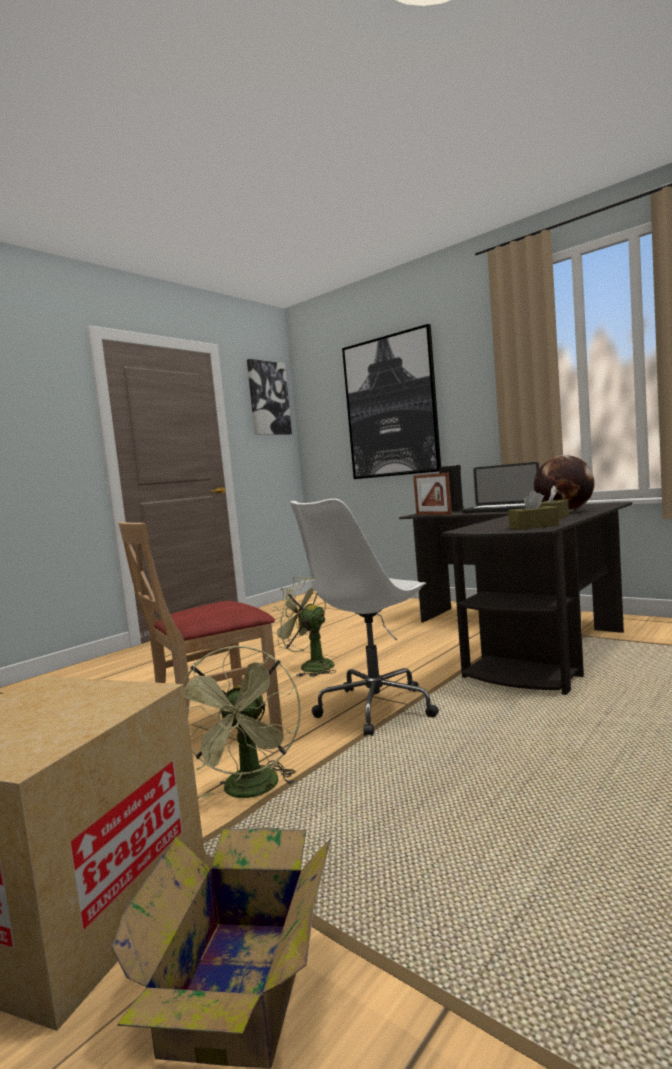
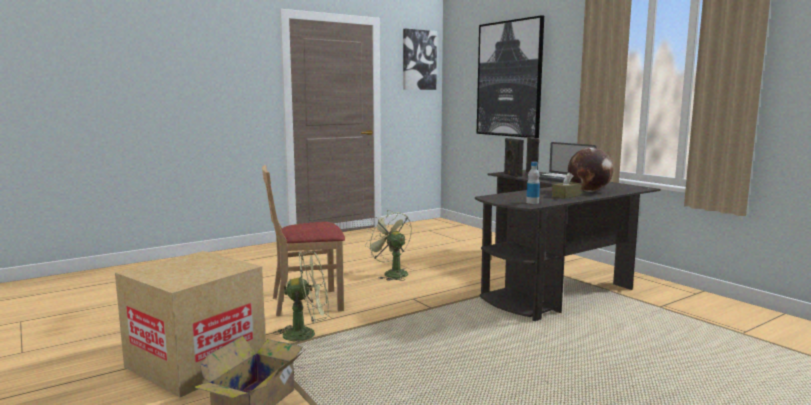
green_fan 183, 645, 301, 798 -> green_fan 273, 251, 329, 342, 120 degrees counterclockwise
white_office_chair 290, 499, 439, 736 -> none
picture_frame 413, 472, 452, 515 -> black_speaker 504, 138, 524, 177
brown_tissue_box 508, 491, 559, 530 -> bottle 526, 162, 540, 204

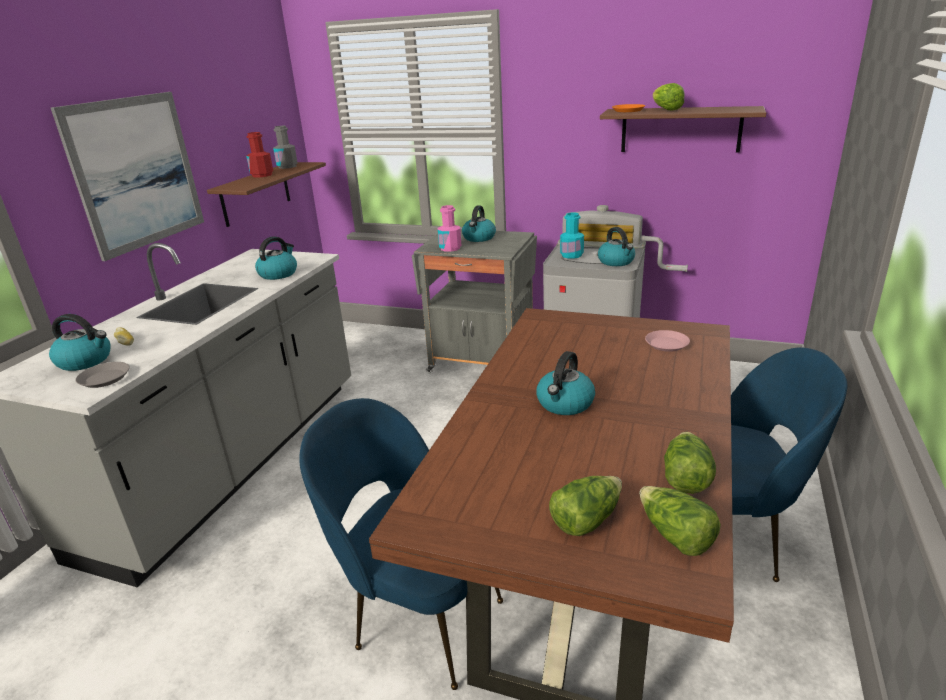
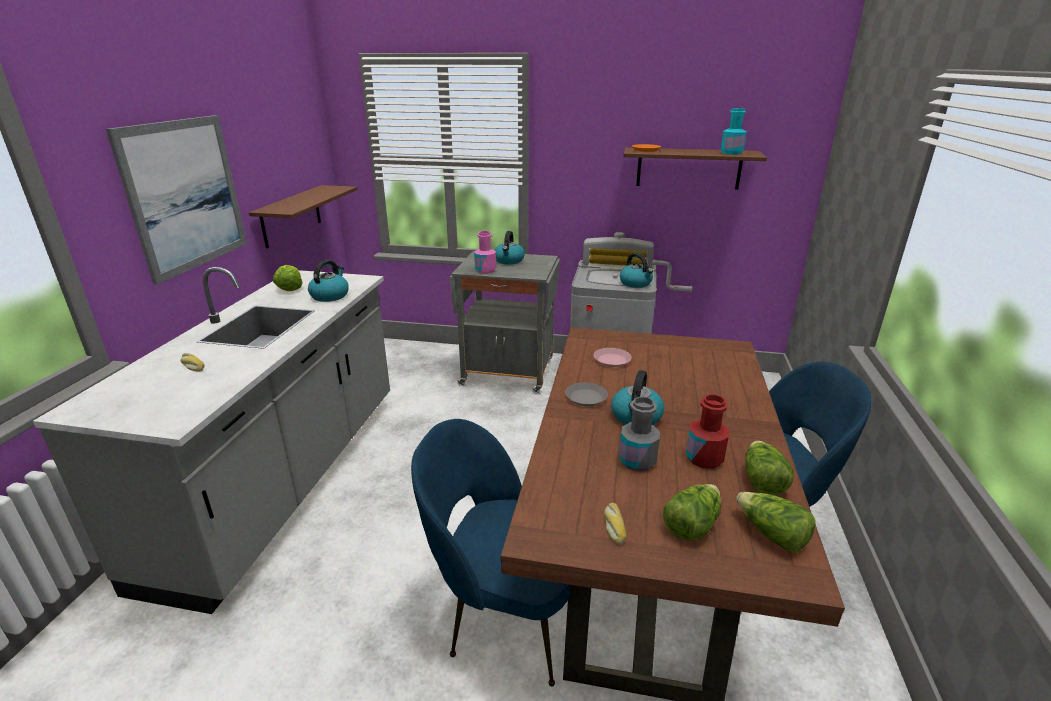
kettle 49, 314, 110, 371 -> none
grey_plate 76, 362, 130, 388 -> grey_plate 565, 382, 608, 406, relocated
red_bottle 246, 132, 273, 177 -> red_bottle 686, 394, 730, 469, relocated
grey_bottle 273, 126, 298, 169 -> grey_bottle 619, 396, 660, 471, relocated
turquoise_bottle 560, 212, 584, 259 -> turquoise_bottle 721, 108, 747, 154, relocated
pink_plate 645, 330, 690, 352 -> pink_plate 594, 348, 632, 367, relocated
lettuce 653, 83, 685, 111 -> lettuce 273, 265, 303, 291, relocated
none -> bread 604, 503, 627, 545

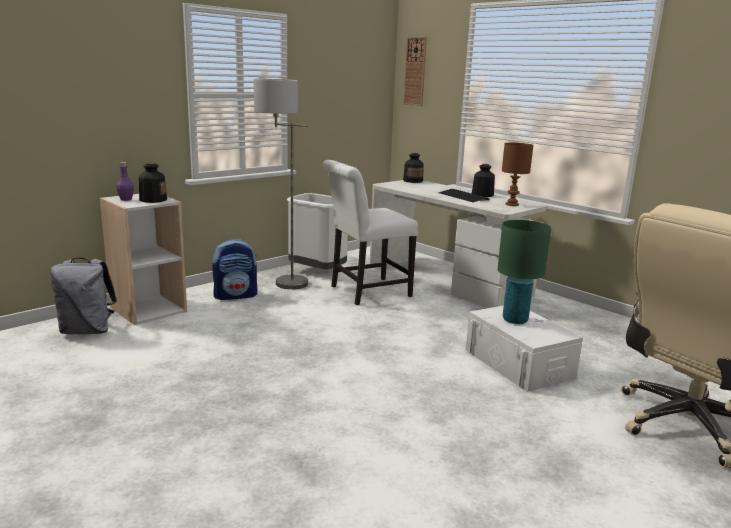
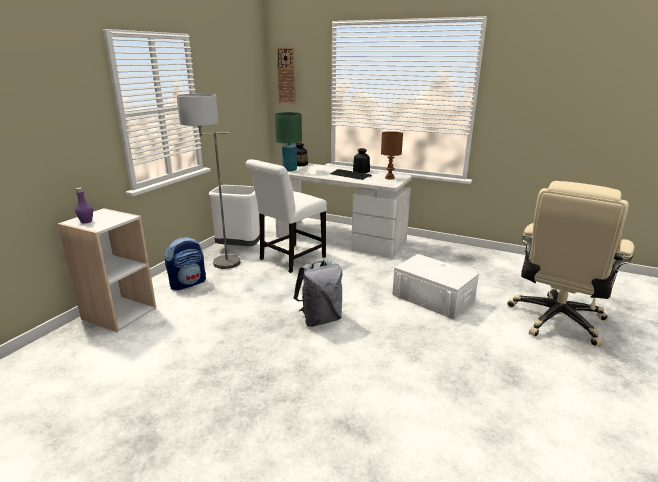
grey_backpack 50, 258, 117, 334 -> grey_backpack 294, 260, 342, 327, relocated
bottle 139, 162, 167, 203 -> none
green_table_lamp 498, 220, 552, 324 -> green_table_lamp 275, 112, 302, 171, relocated

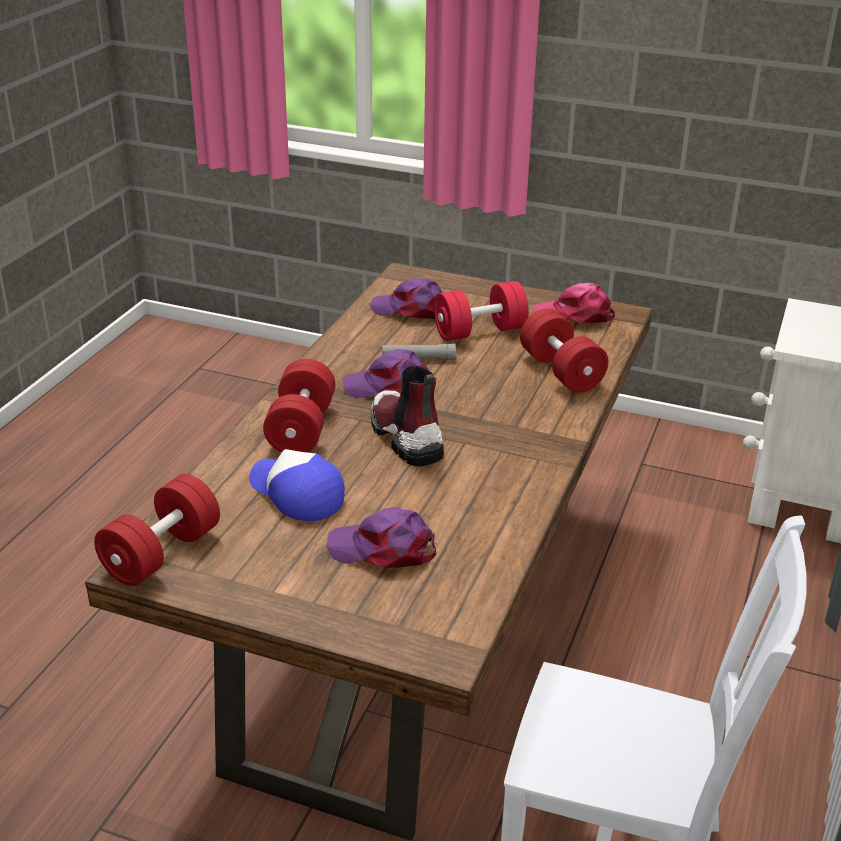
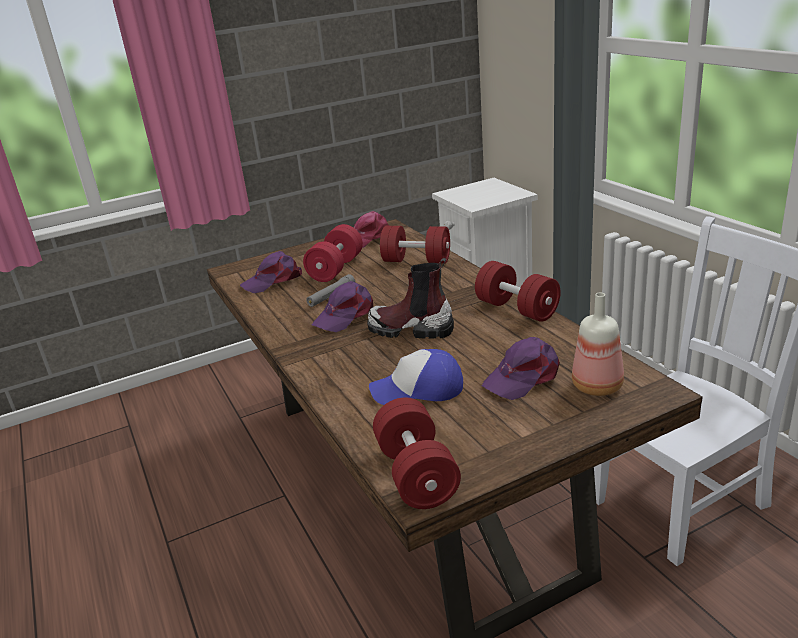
red_dumbbell 263, 359, 335, 452 -> red_dumbbell 475, 261, 560, 322, relocated
none -> bottle 572, 293, 624, 396

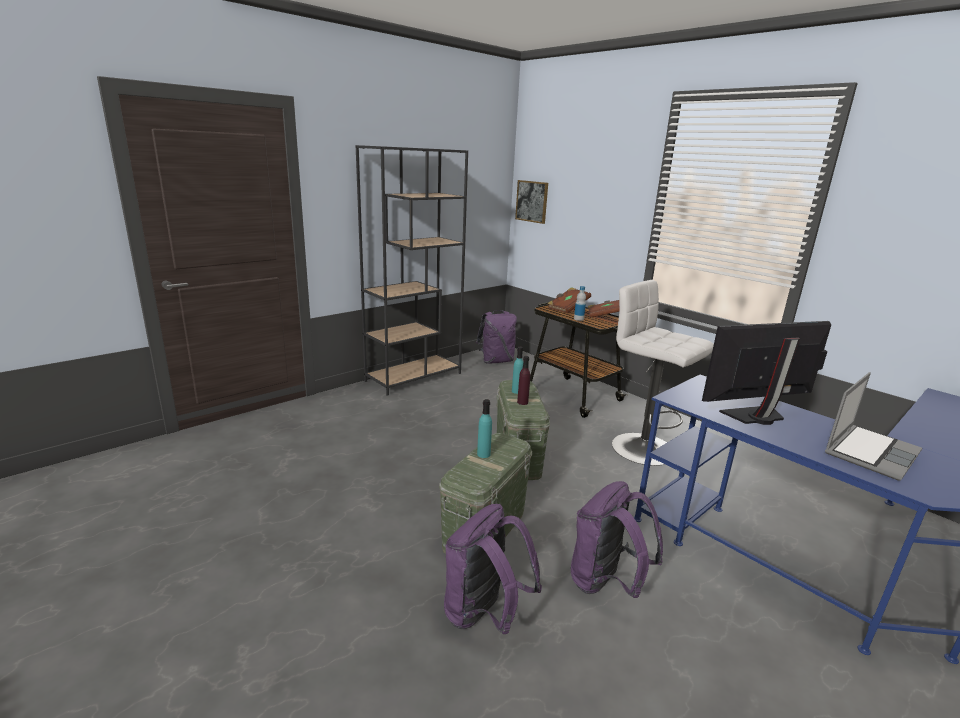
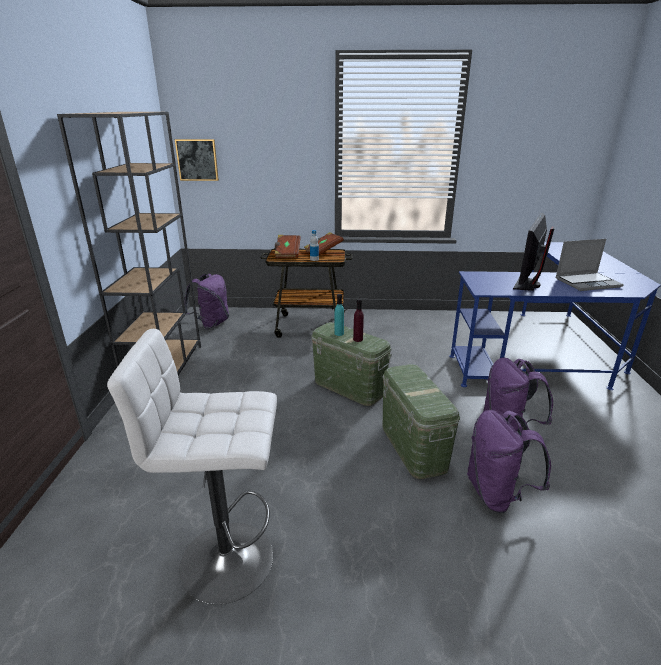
turquoise_bottle 477, 399, 492, 458 -> none
white_stool 612, 280, 714, 466 -> white_stool 107, 329, 277, 604, relocated
laptop 825, 372, 922, 481 -> laptop 555, 239, 624, 291, 75 degrees clockwise

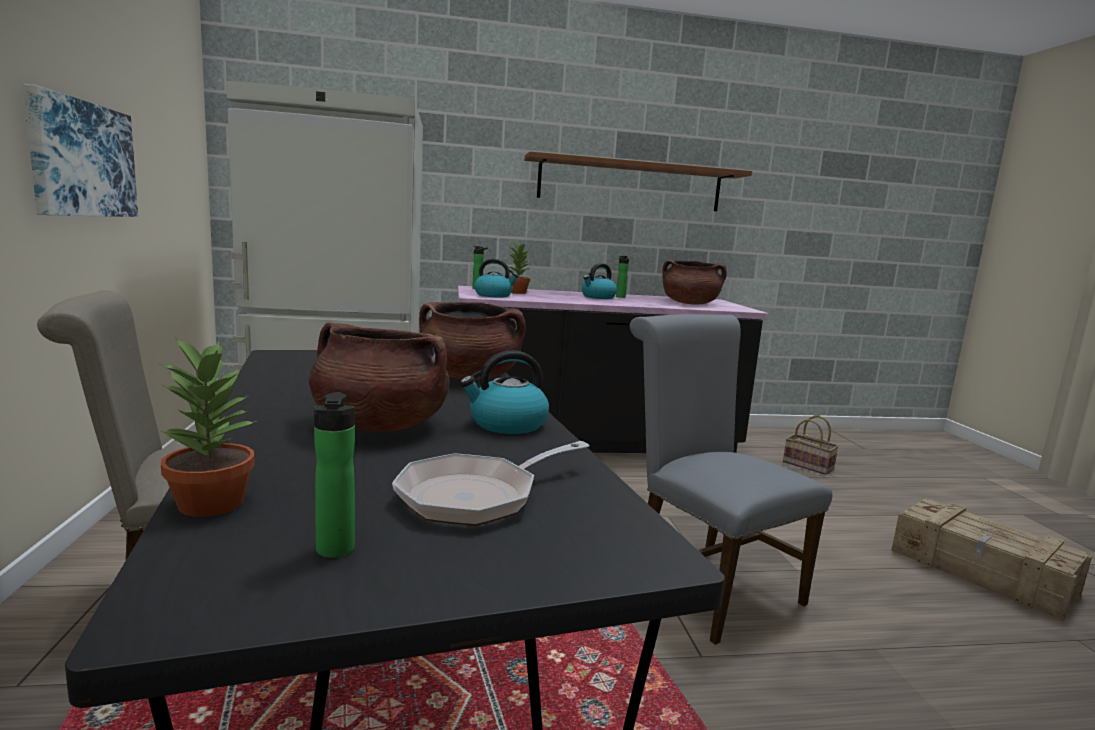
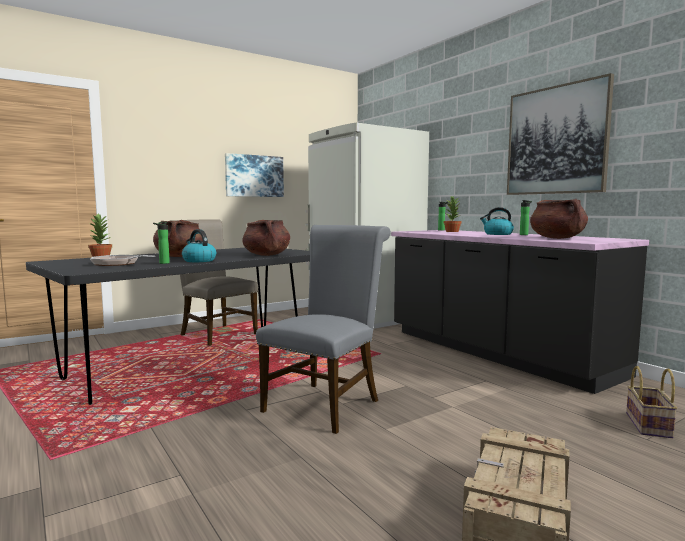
bottle 314, 392, 355, 558 -> bottle 153, 222, 170, 264, relocated
kettle 474, 259, 519, 298 -> none
brown_shelf 524, 151, 752, 211 -> picture 507, 73, 614, 195

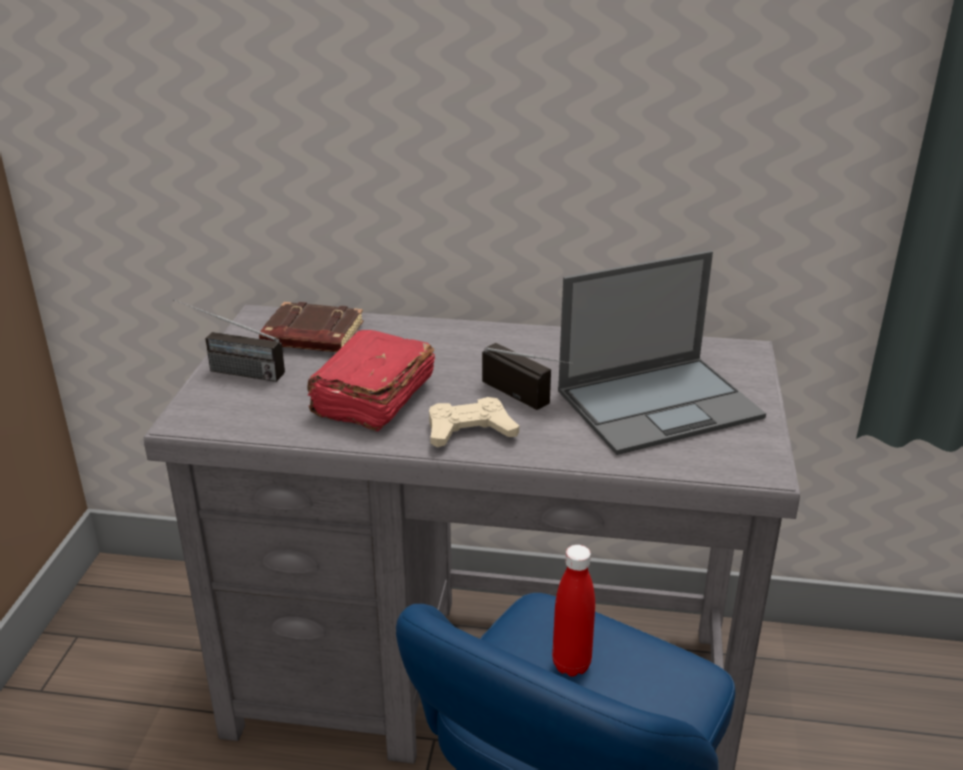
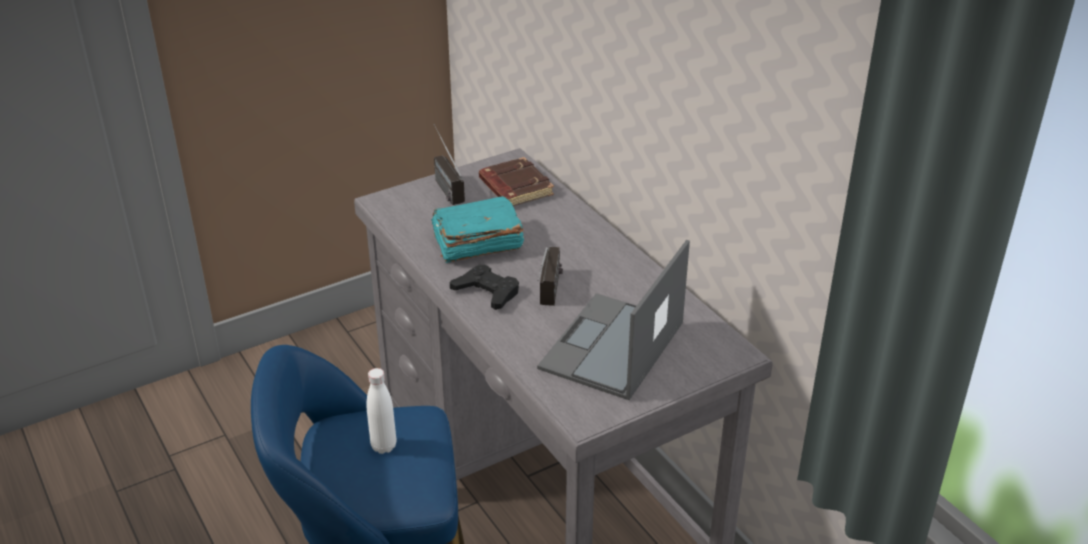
red_book 307, 330, 435, 431 -> turquoise_book 431, 196, 524, 263
beige_game_controller 429, 397, 519, 447 -> black_game_controller 450, 264, 519, 310
red_bottle 552, 545, 595, 677 -> white_bottle 367, 368, 396, 454
laptop 558, 250, 766, 455 -> laptop 537, 240, 690, 400, 90 degrees clockwise

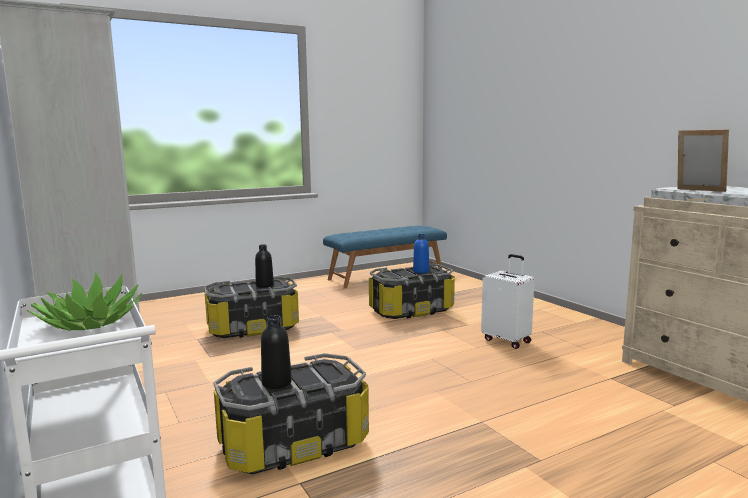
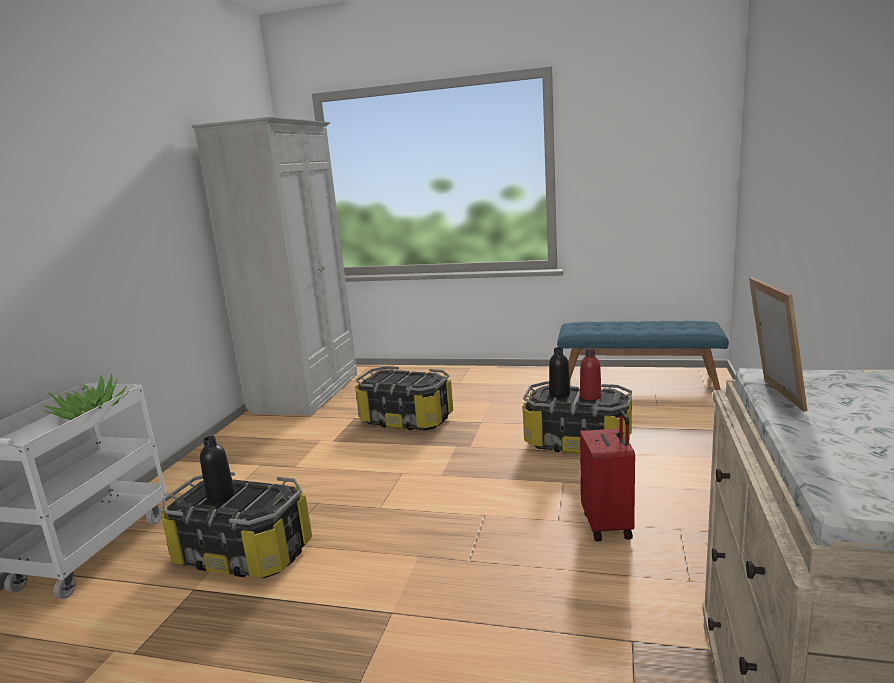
black_bottle 255, 245, 274, 288 -> black_bottle 549, 347, 570, 398, relocated
blue_bottle 413, 234, 429, 273 -> red_bottle 580, 349, 602, 401
white_suitcase 481, 254, 534, 349 -> red_suitcase 580, 410, 635, 542

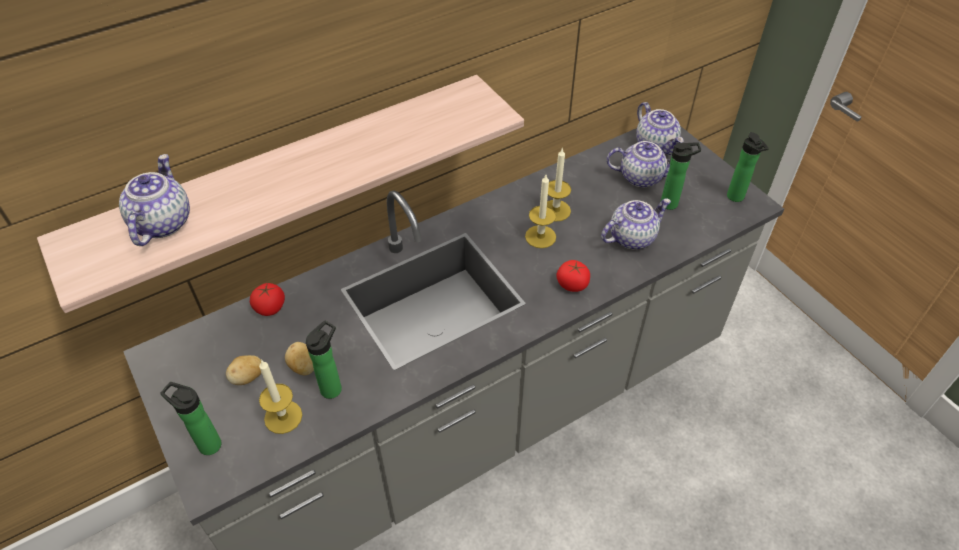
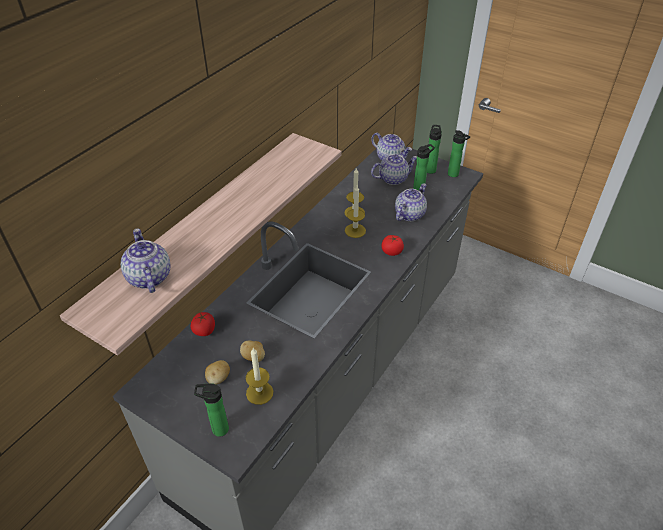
bottle 306, 321, 342, 399 -> bottle 427, 125, 442, 174, relocated

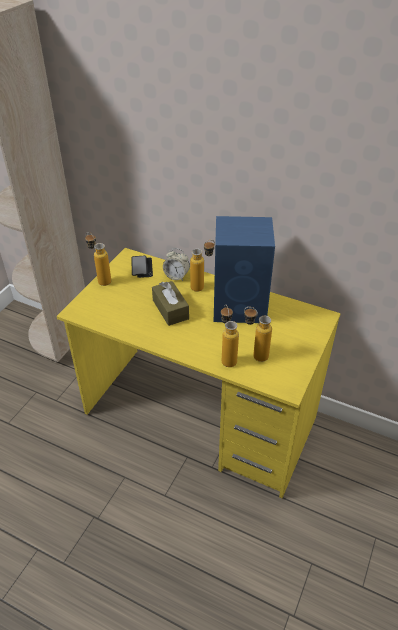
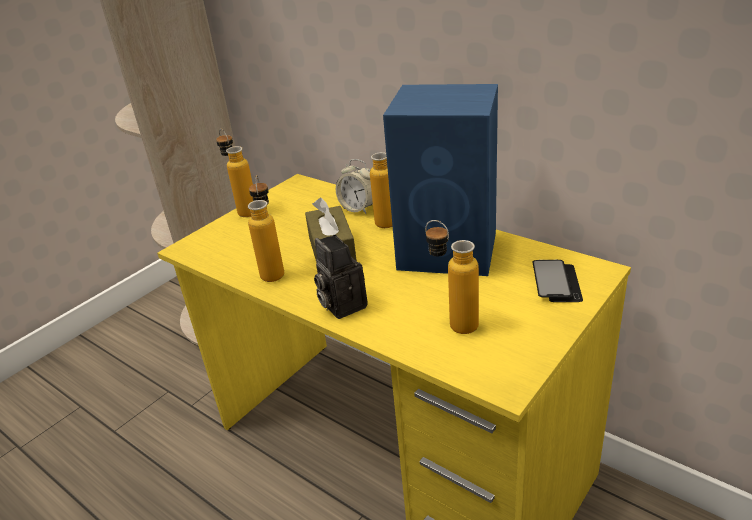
phone 131, 256, 153, 278 -> phone 533, 260, 583, 302, relocated
bottle 221, 304, 239, 367 -> bottle 248, 175, 284, 282, relocated
none -> photo_camera 314, 235, 368, 319

